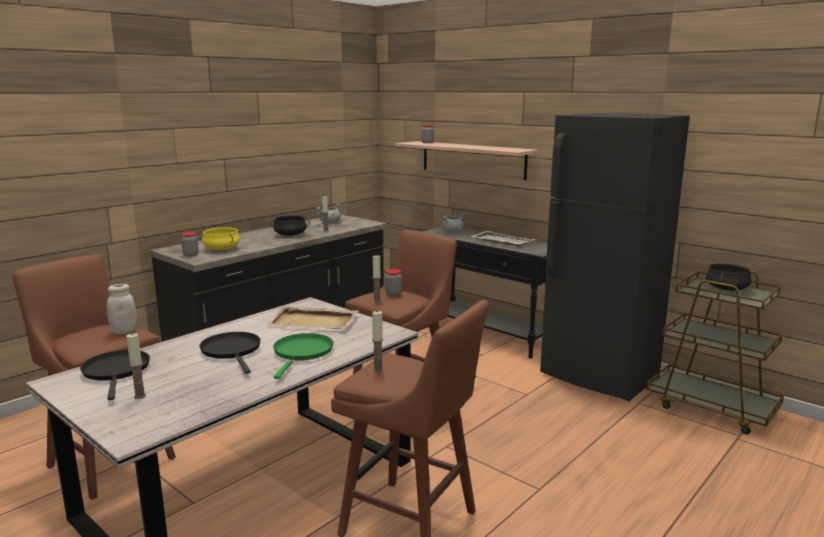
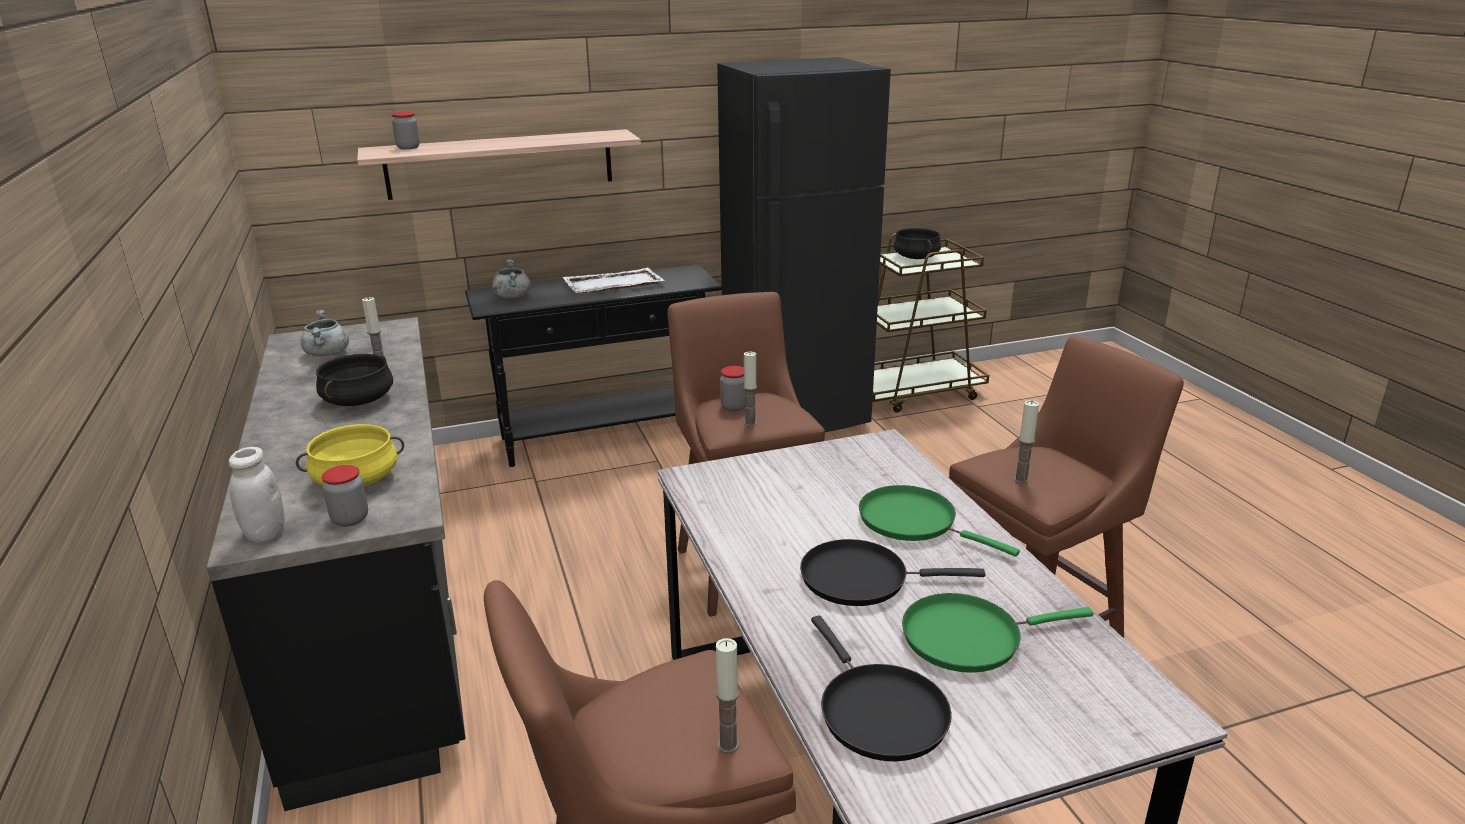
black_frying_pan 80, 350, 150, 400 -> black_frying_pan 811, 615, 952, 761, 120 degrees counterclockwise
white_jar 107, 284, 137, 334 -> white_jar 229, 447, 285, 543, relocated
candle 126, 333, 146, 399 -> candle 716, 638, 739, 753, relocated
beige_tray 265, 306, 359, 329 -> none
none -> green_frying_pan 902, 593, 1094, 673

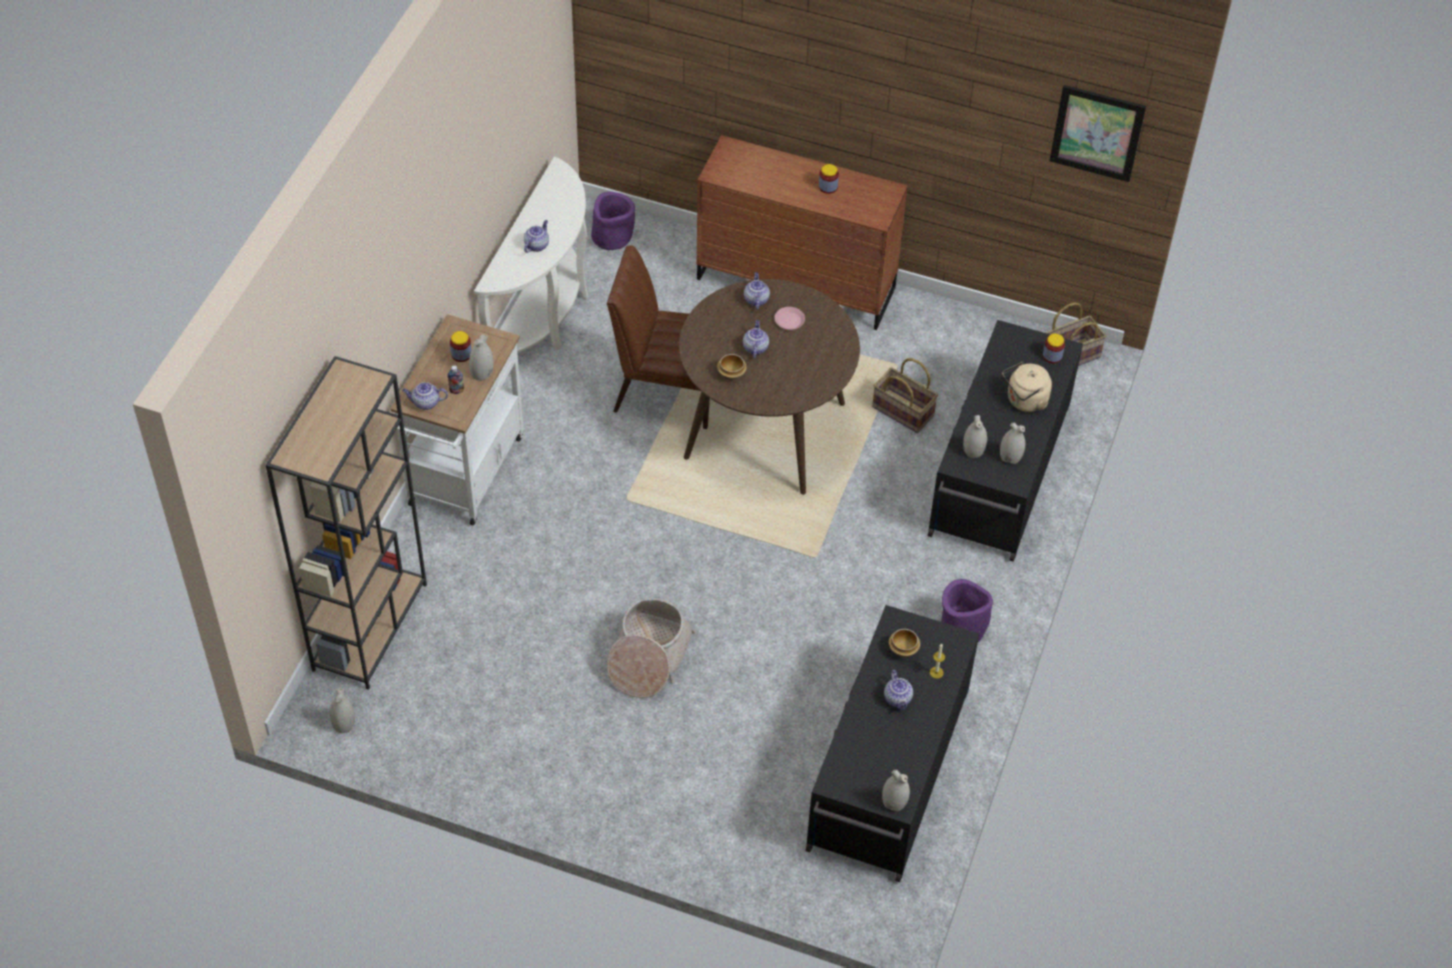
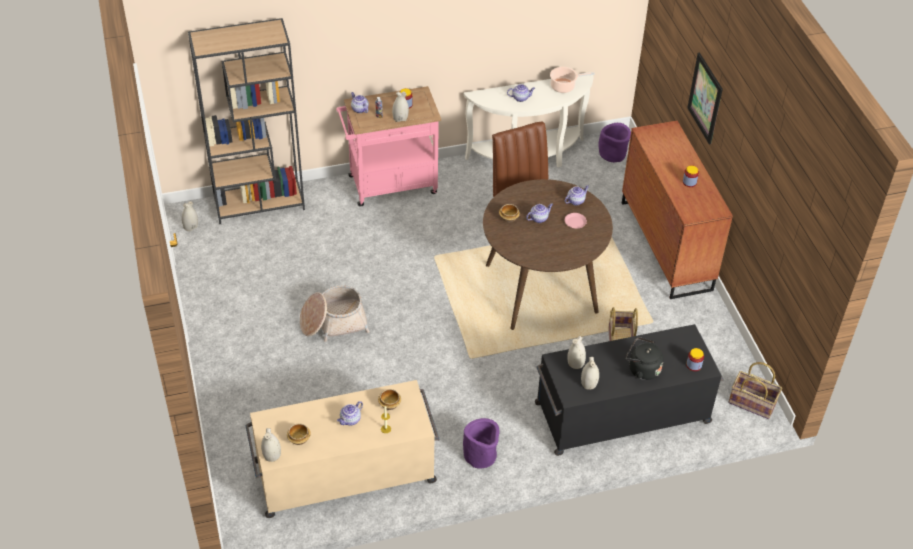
white_cart 390, 314, 523, 525 -> pink_cart 336, 86, 441, 207
black_cabinet 806, 605, 979, 882 -> beige_cabinet 246, 380, 440, 518
beige_kettle 1002, 362, 1052, 412 -> black_kettle 626, 337, 664, 380
picture 1050, 85, 1146, 182 -> picture 687, 53, 723, 145, relocated
none -> bowl 287, 424, 311, 445
none -> cooking_pot 550, 67, 595, 93

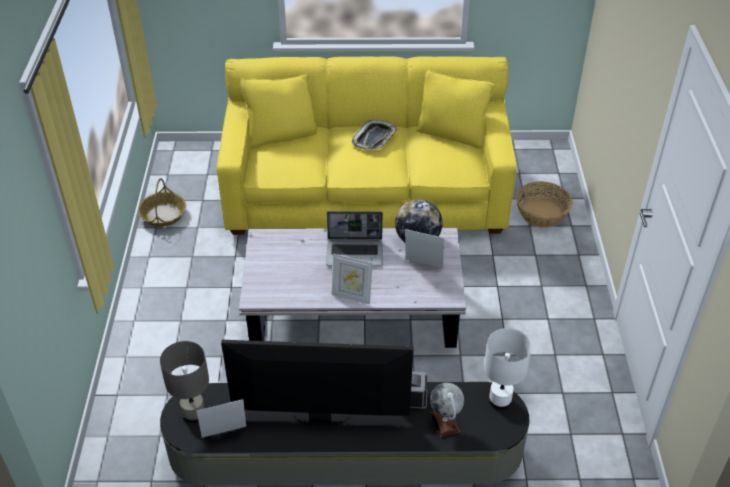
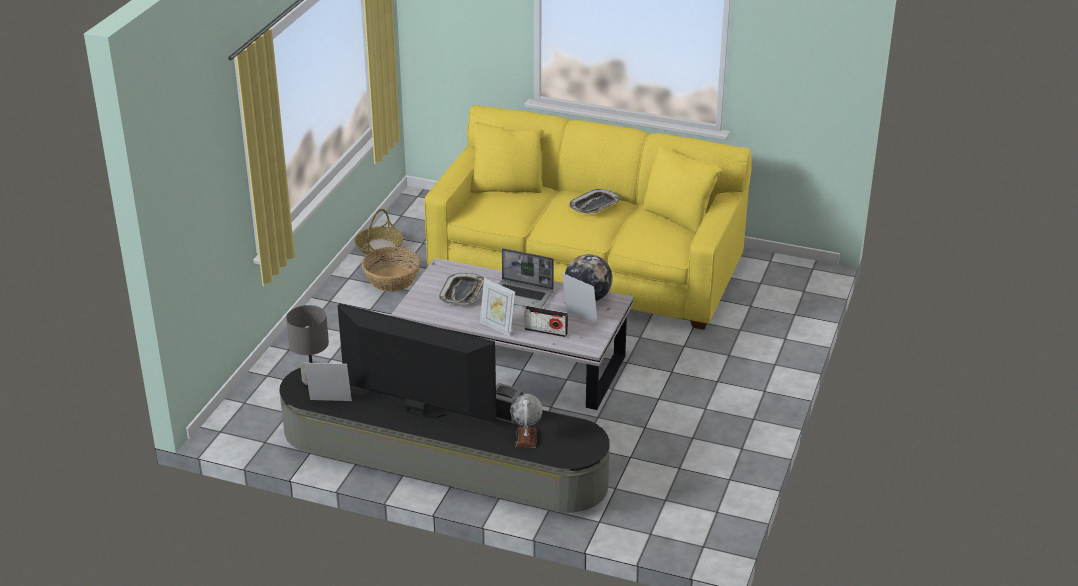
white_table_lamp 484, 328, 531, 410 -> none
basket 516, 181, 572, 228 -> basket 362, 247, 420, 292, relocated
none -> tray 439, 273, 484, 305
none -> radio 525, 306, 568, 337

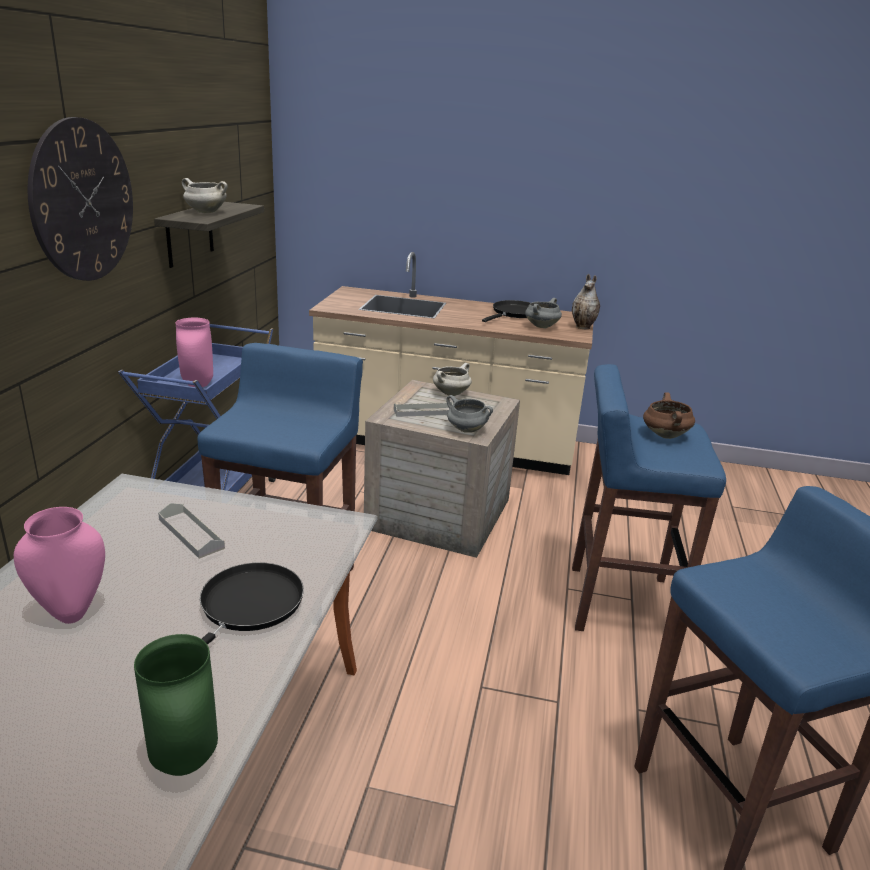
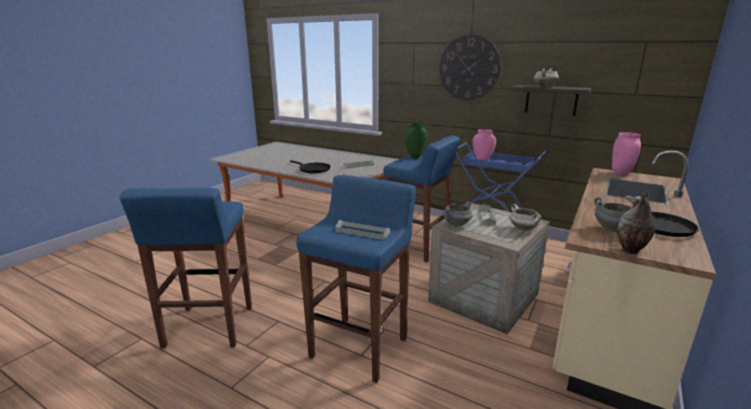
pink_vase 14, 507, 105, 624 -> pink_vase 612, 132, 641, 175, relocated
green_vase 134, 634, 218, 776 -> green_vase 404, 123, 427, 159, relocated
brown_cooking_pot 643, 392, 695, 439 -> grey_tray 335, 220, 390, 240

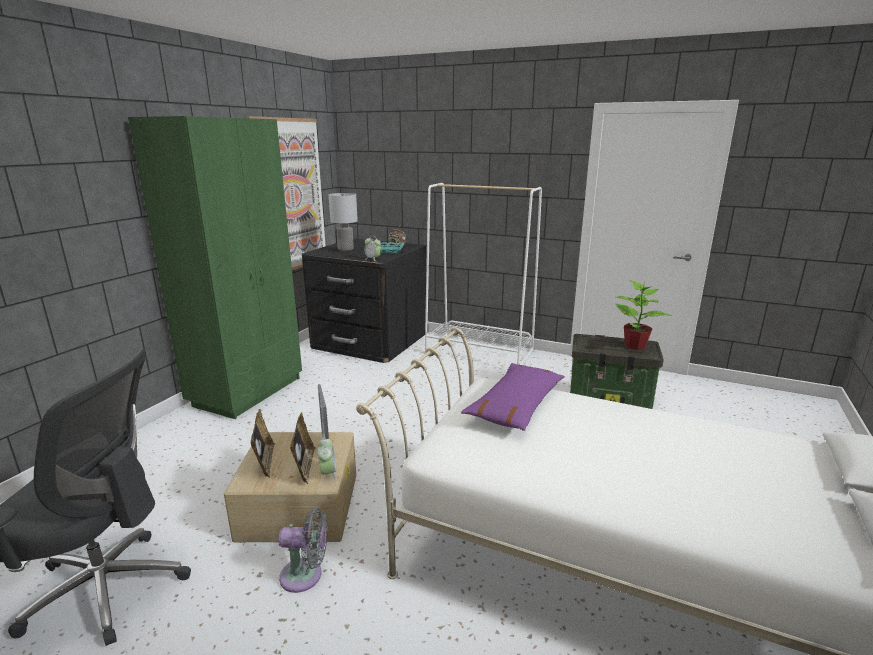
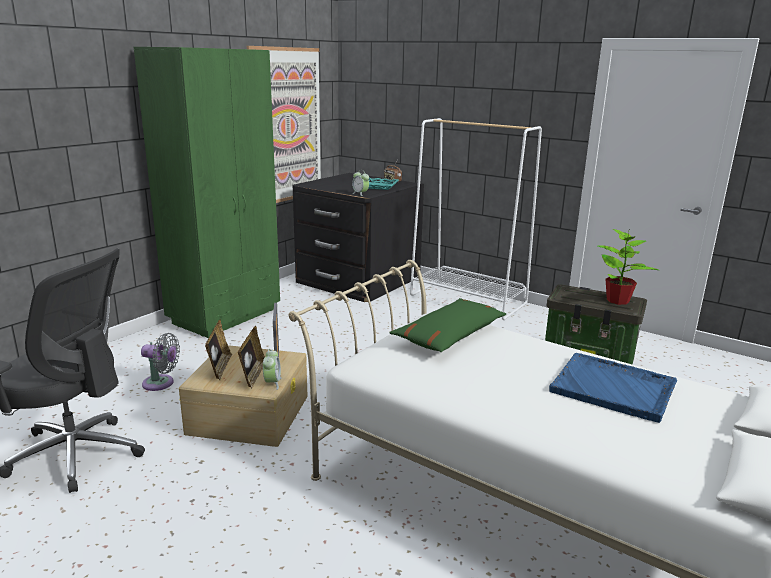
grey_fan 278, 507, 328, 593 -> grey_fan 141, 333, 180, 391, relocated
grey_table_lamp 329, 193, 358, 251 -> none
purple_pillow 461, 363, 565, 431 -> green_pillow 389, 298, 506, 352
none -> blue_tray 549, 353, 677, 423

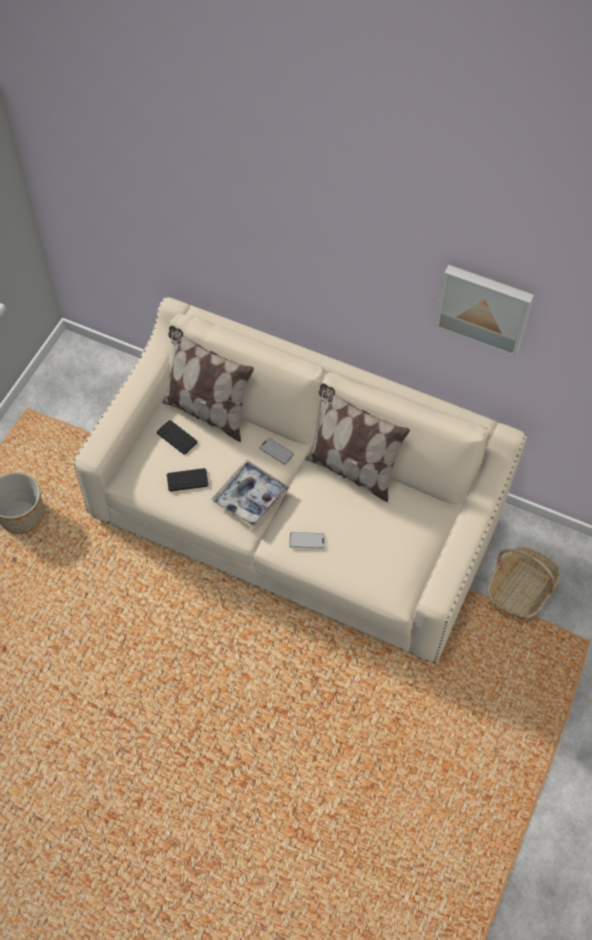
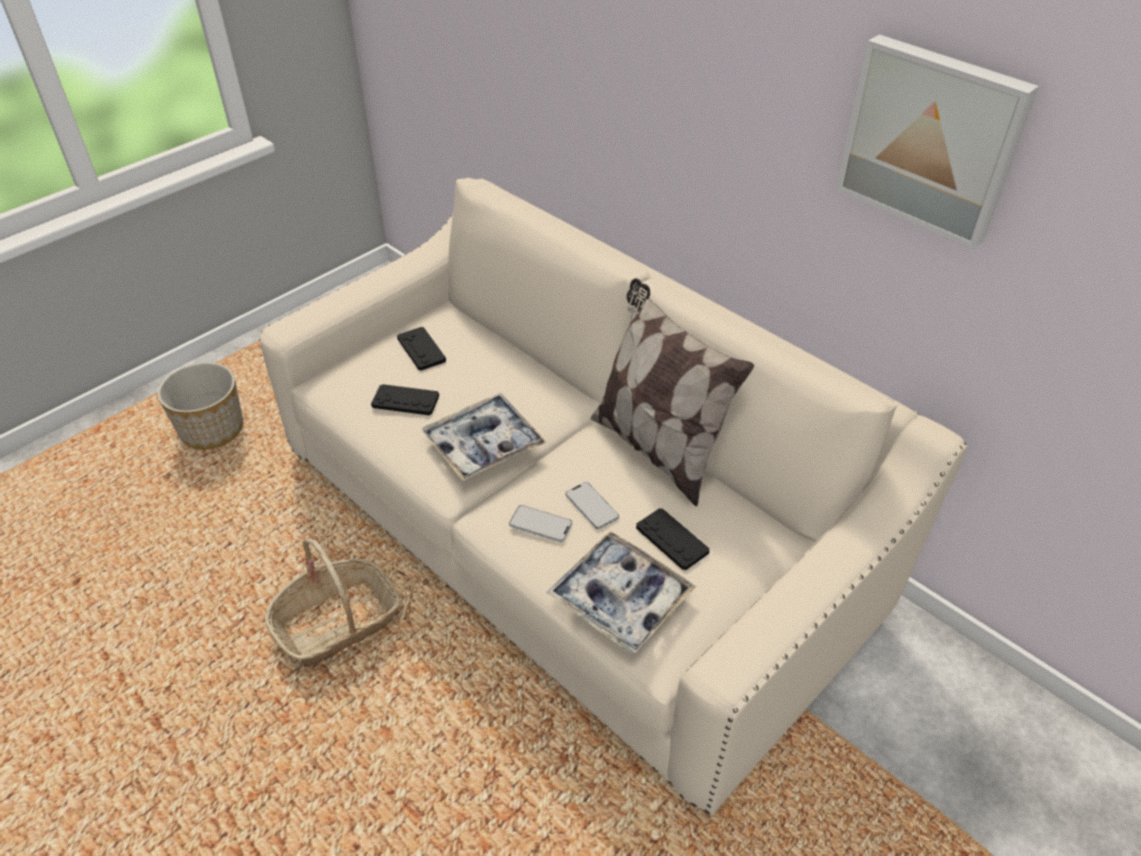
pillow 162, 326, 254, 442 -> none
phone 259, 438, 294, 465 -> phone 565, 482, 619, 530, relocated
basket 487, 546, 560, 620 -> basket 265, 539, 401, 667, relocated
none -> tray 546, 532, 696, 653
none -> black_game_controller 636, 508, 709, 570

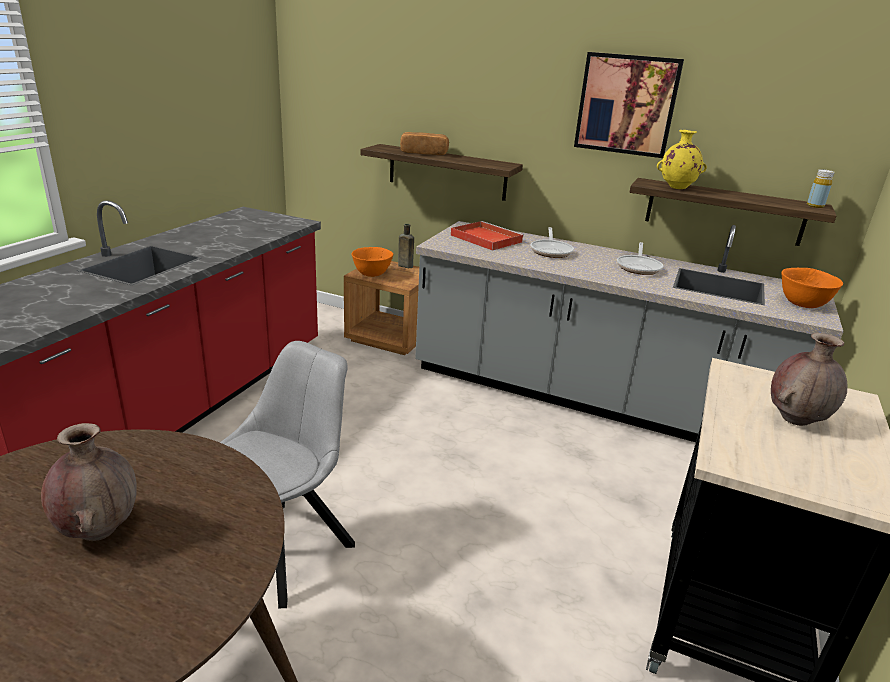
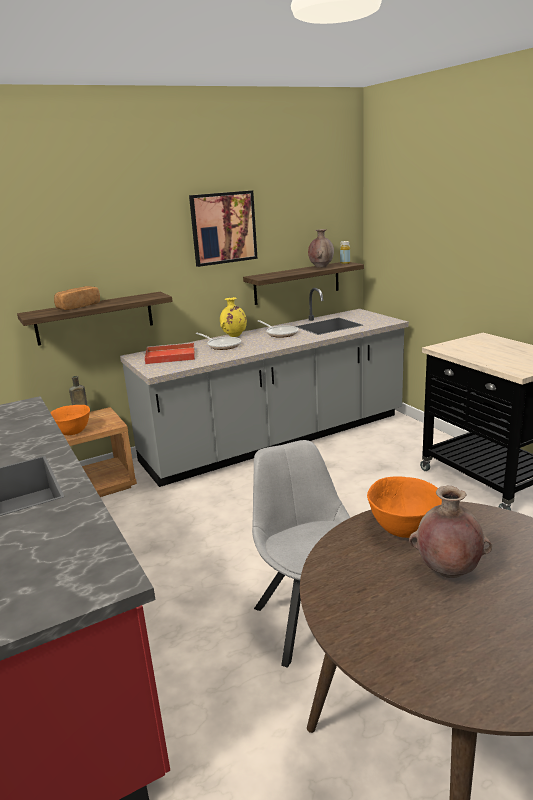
yellow_vase 657, 130, 707, 189 -> yellow_vase 220, 297, 247, 337, relocated
brown_vase 771, 333, 848, 426 -> brown_vase 308, 229, 334, 268, relocated
orange_bowl 781, 268, 843, 308 -> orange_bowl 367, 476, 442, 538, relocated

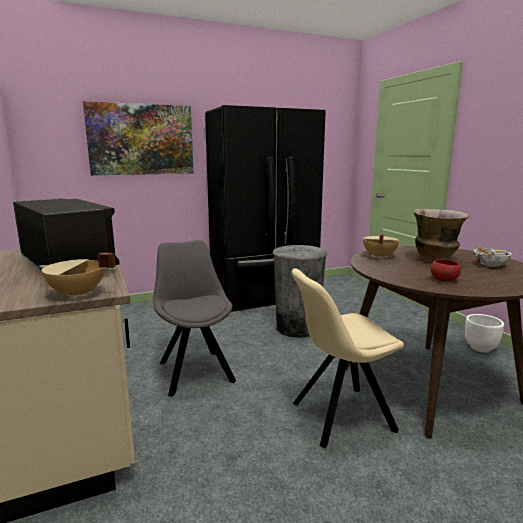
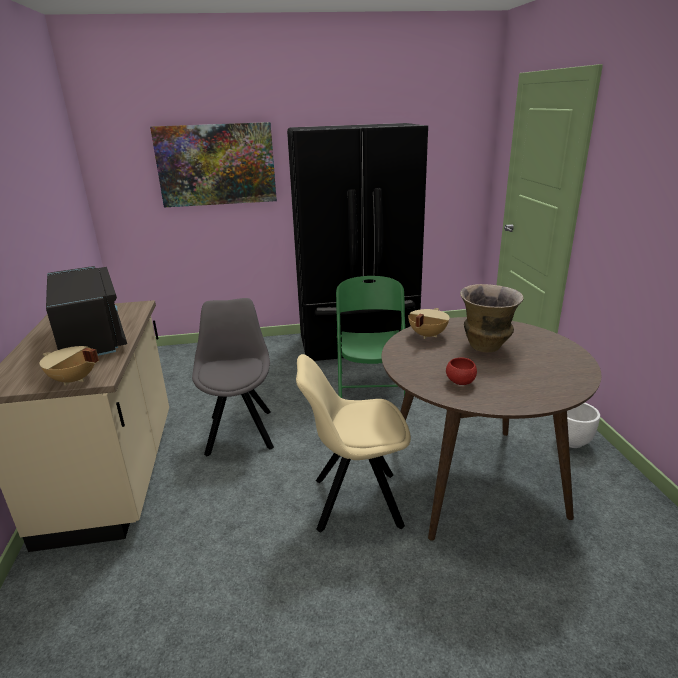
grey_trash_can 273, 245, 327, 338 -> green_chair 336, 276, 405, 398
bowl 473, 246, 512, 267 -> none

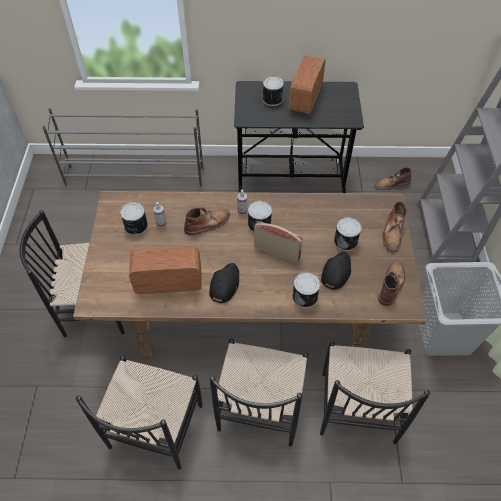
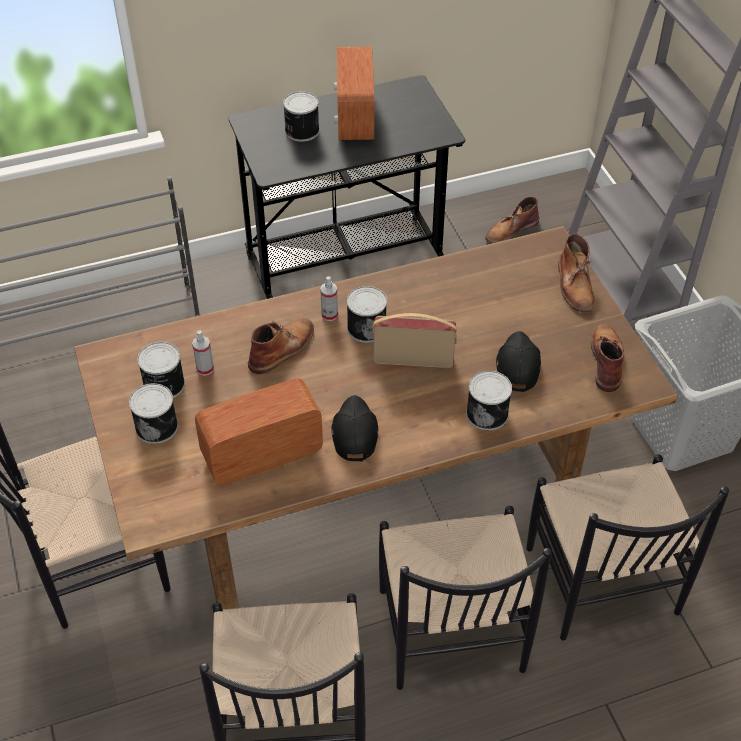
can 334, 217, 362, 251 -> can 129, 383, 178, 444, relocated

